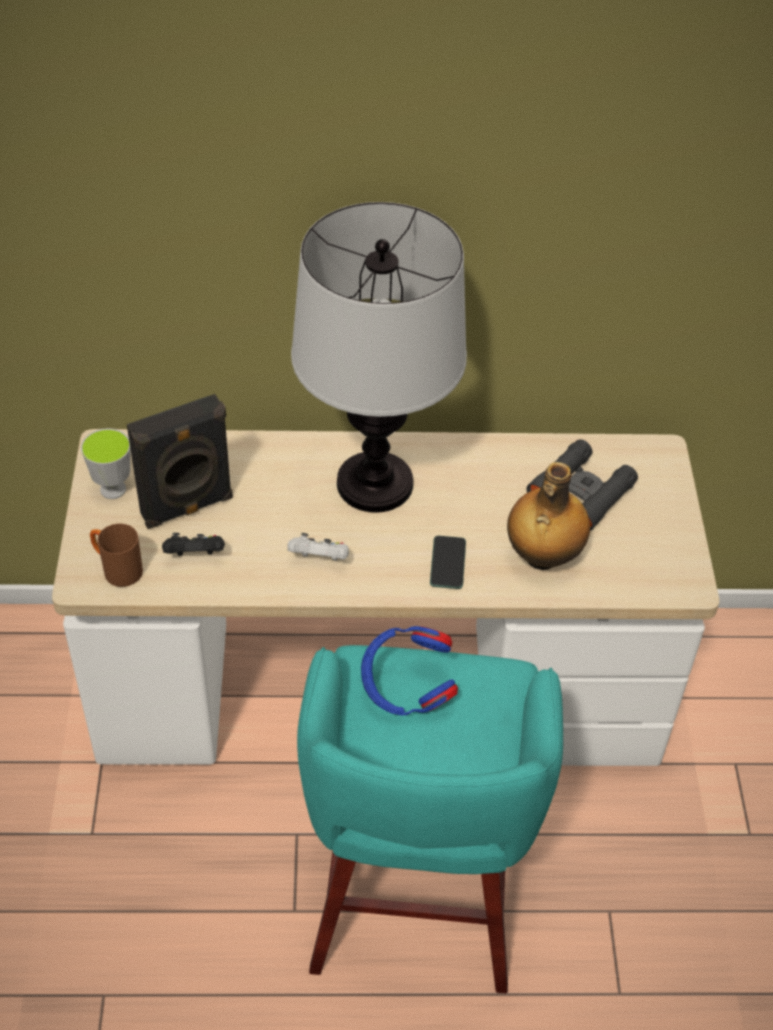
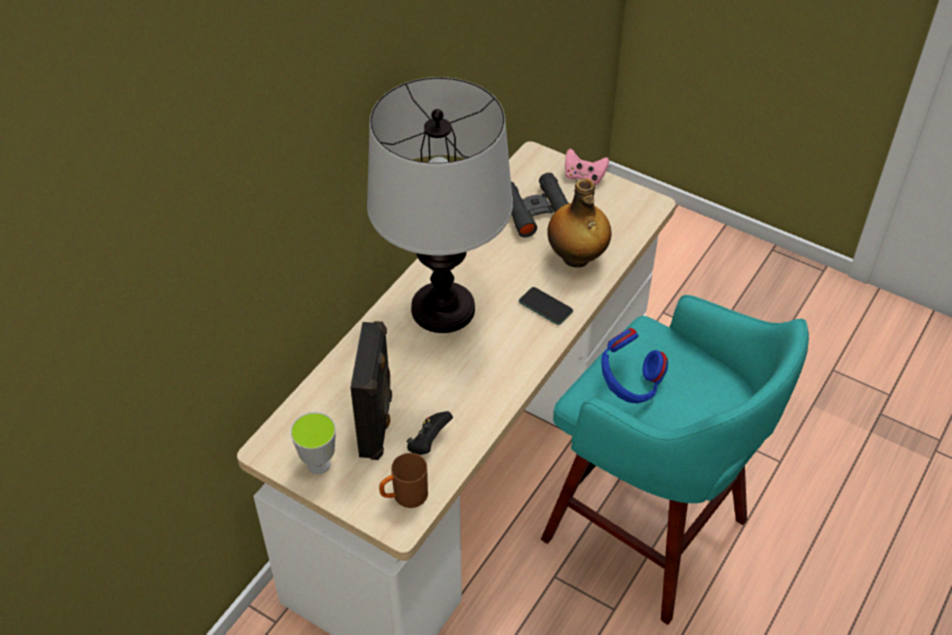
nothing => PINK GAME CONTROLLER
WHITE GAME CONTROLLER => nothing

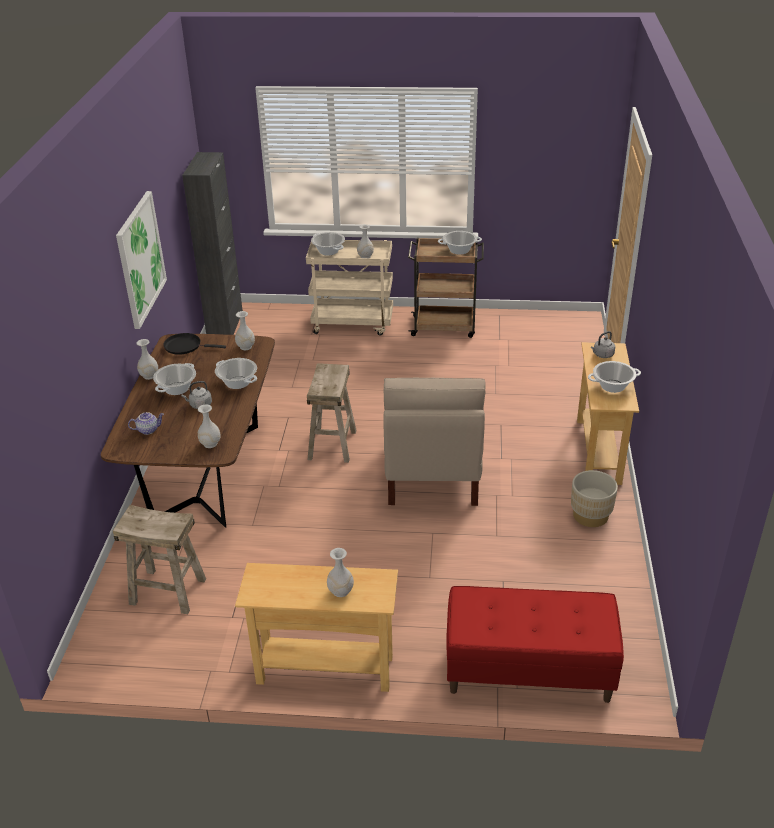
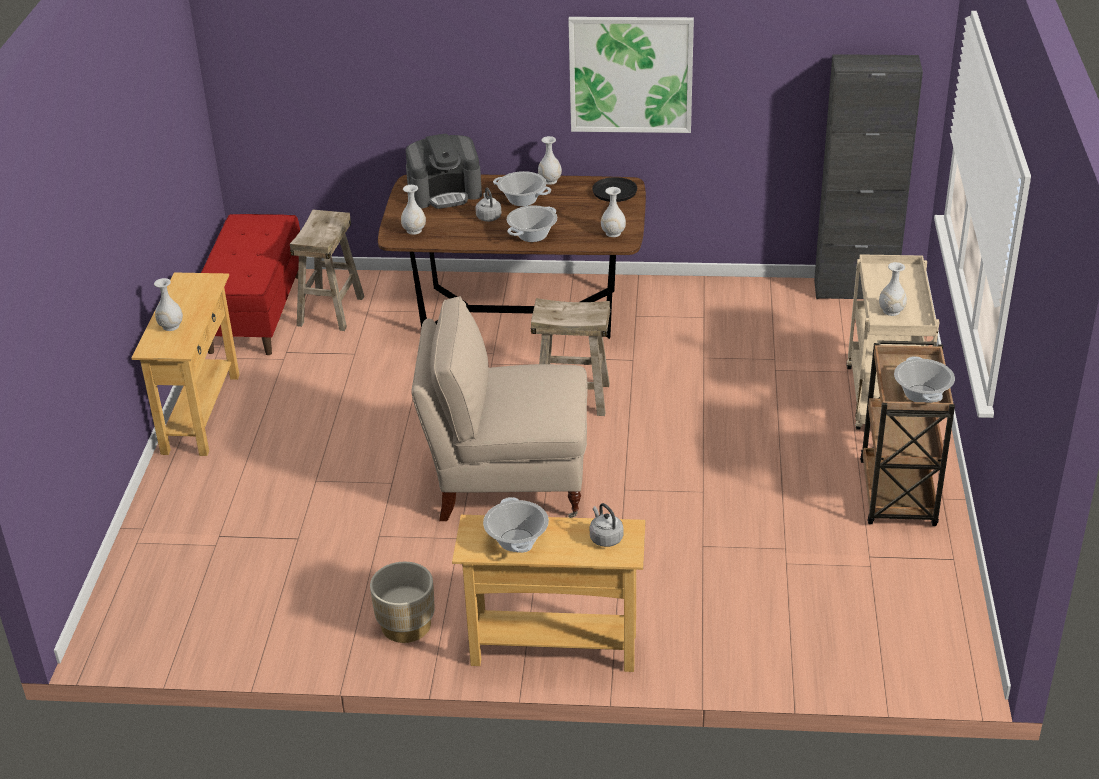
RED BENCH, relocated
TEAPOT => COFFEE MACHINE
COOKING POT (no. 3 from left) => nothing

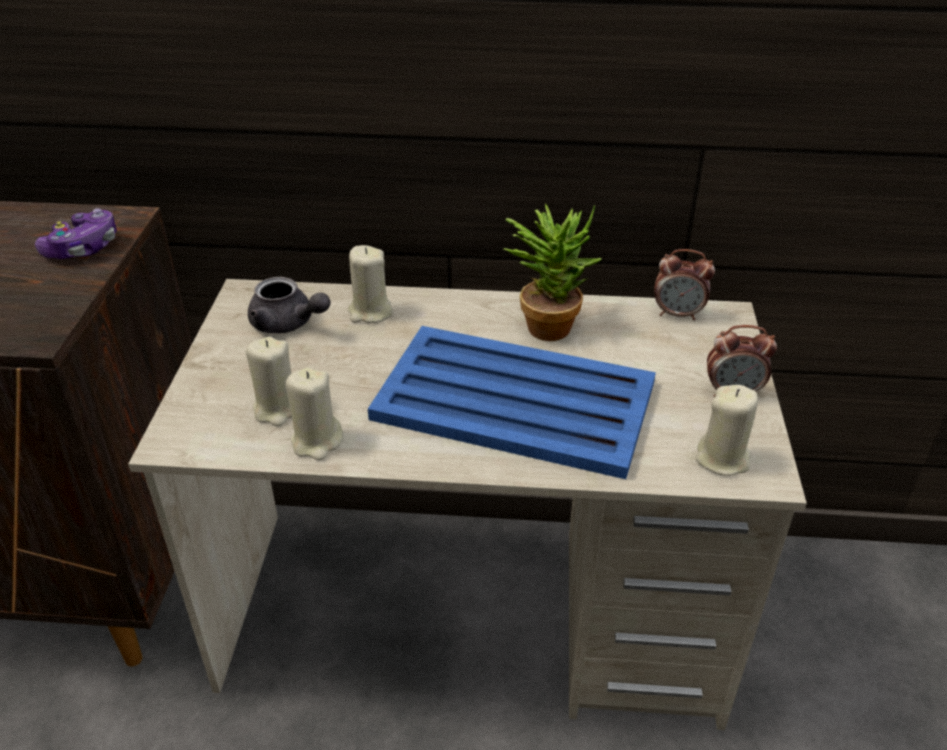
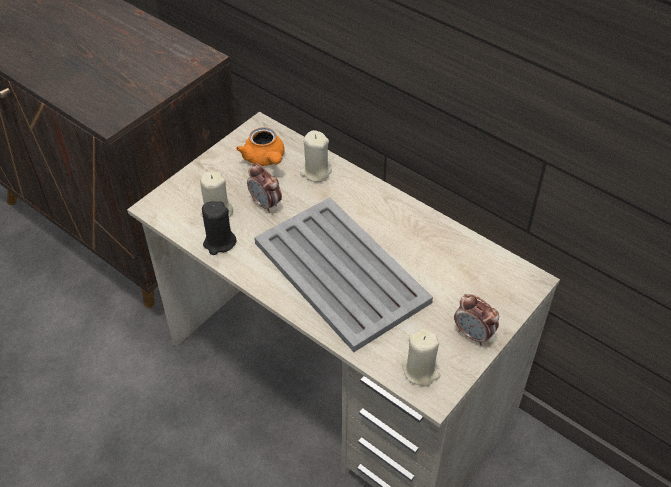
BEIGE CANDLE (no. 2 from left) => BLACK CANDLE
GREY TEAPOT => ORANGE TEAPOT
ALARM CLOCK (no. 1 from left), relocated
BLUE TRAY => GREY TRAY
GAME CONTROLLER => nothing
POTTED PLANT => nothing

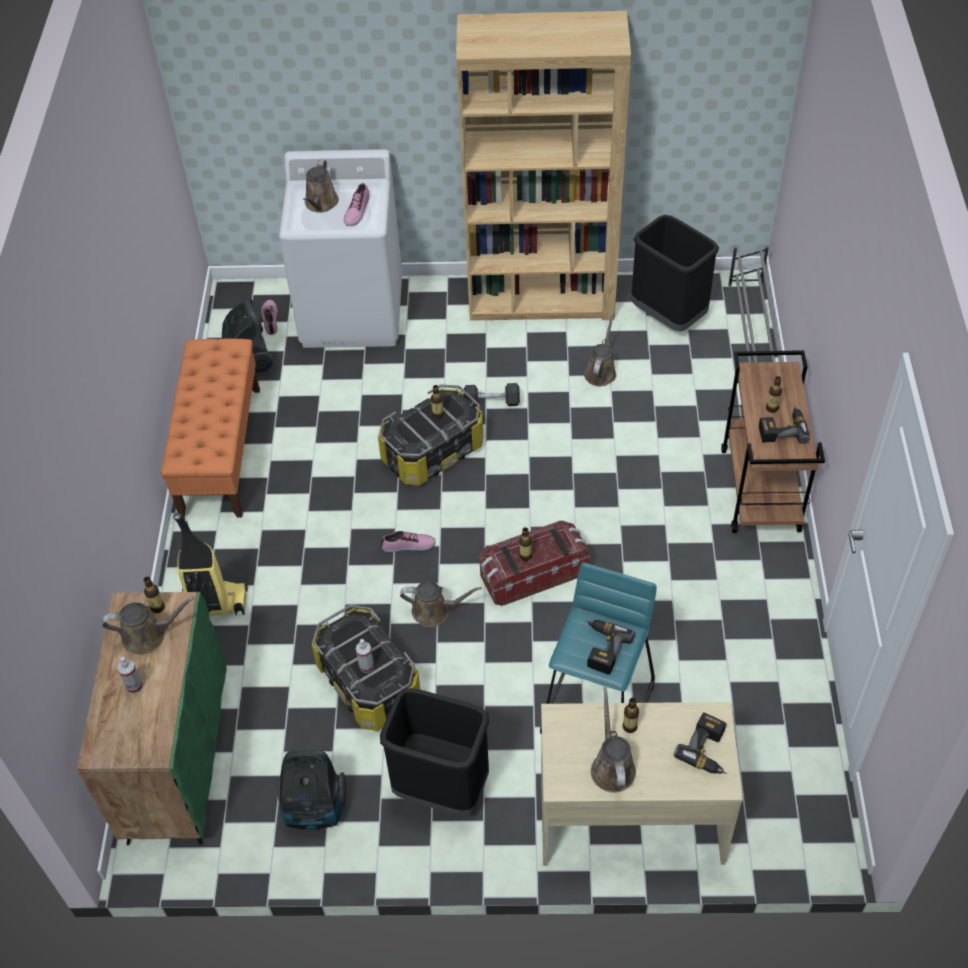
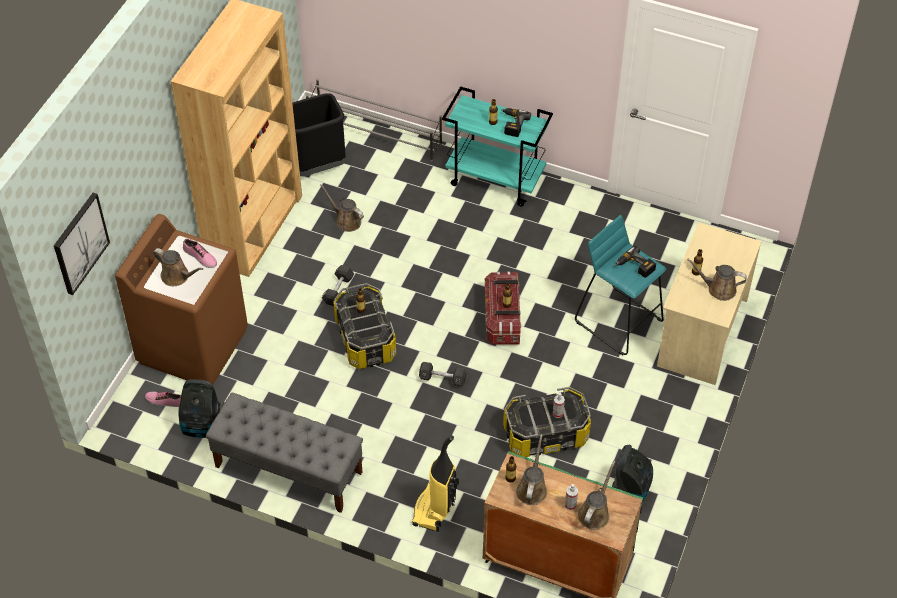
nothing => PICTURE
WHITE WASHING MACHINE => BROWN WASHING MACHINE
ORANGE BENCH => GREY BENCH
SHOE (no. 3 from left) => BLACK DUMBBELL (no. 2 from left)
BROWN CART => TURQUOISE CART
BROWN WATERING CAN (no. 3 from left in the first image) => BROWN WATERING CAN (no. 4 from left), relocated
BLACK TRASH CAN (no. 1 from left) => nothing
POWER DRILL (no. 2 from left) => nothing

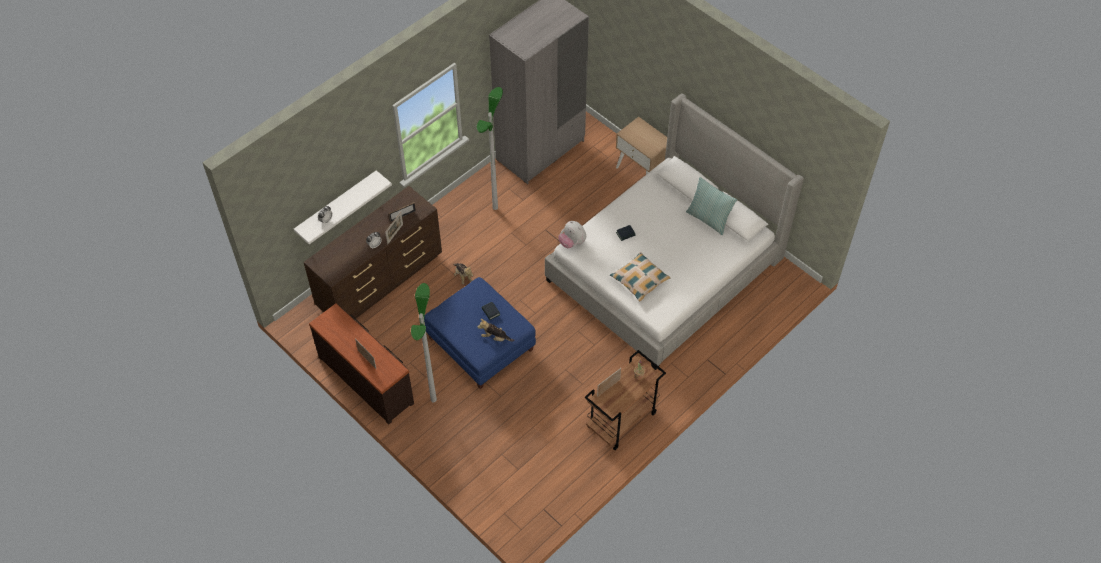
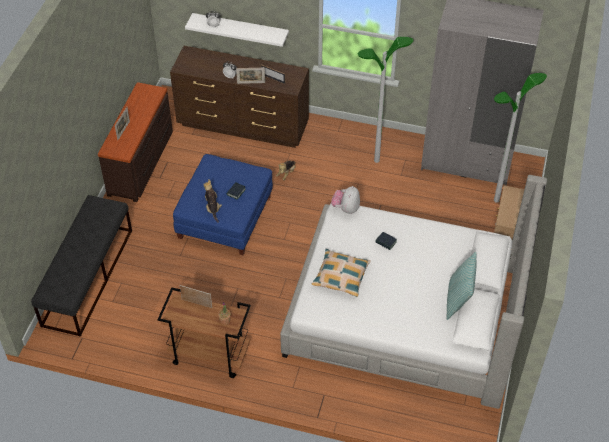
nothing => BLACK BENCH
FLOOR LAMP (no. 1 from left in the first image) => FLOOR LAMP (no. 2 from left), relocated

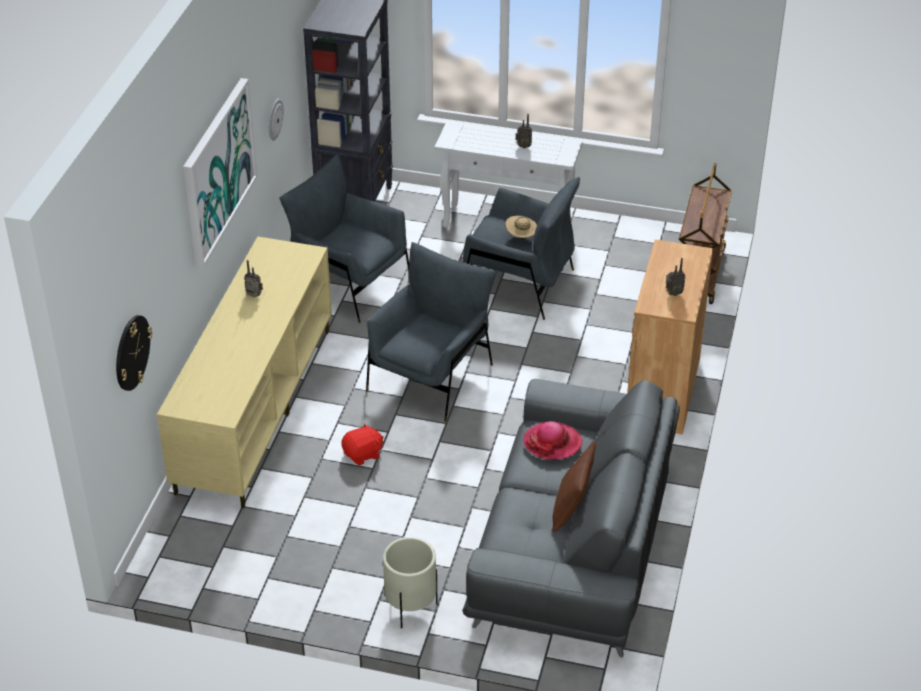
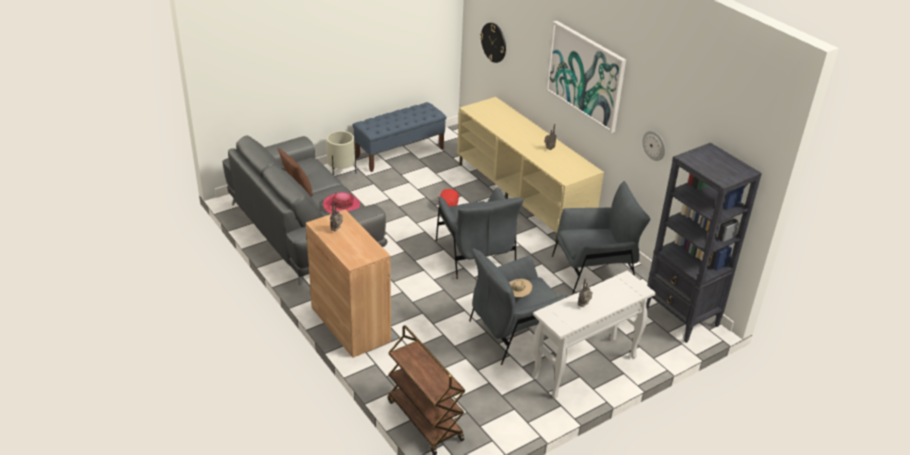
nothing => BLUE BENCH

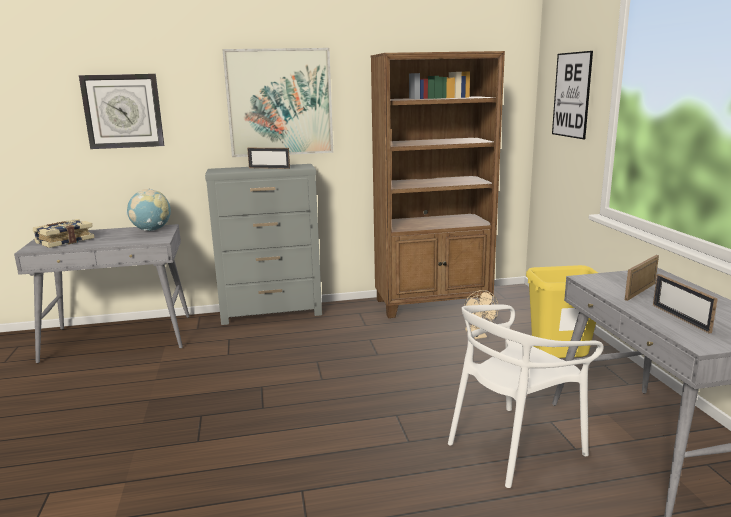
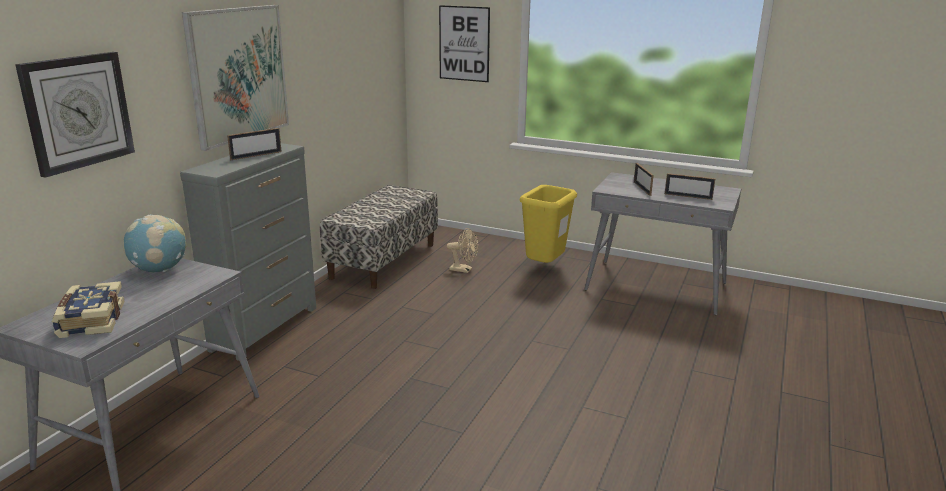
BROWN BOOKCASE => BENCH
WHITE CHAIR => nothing

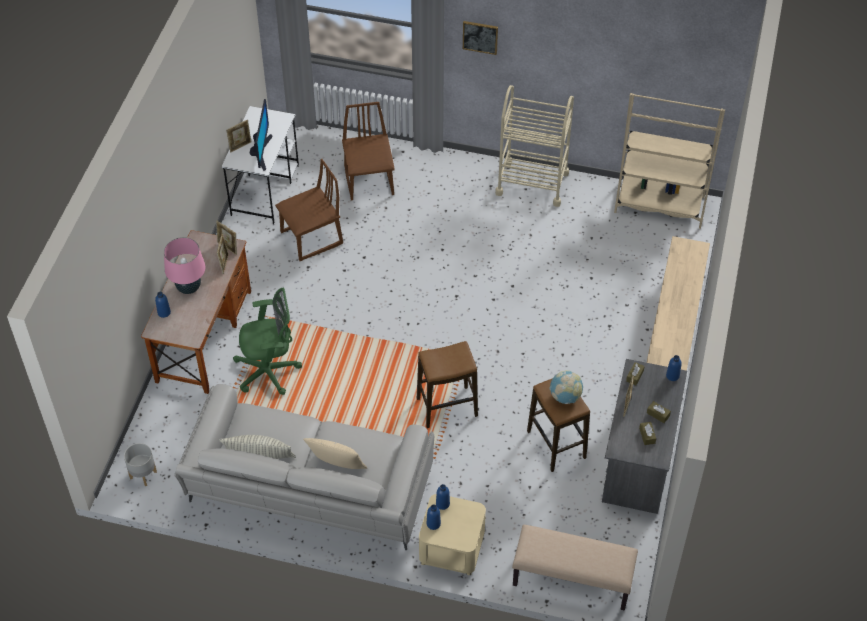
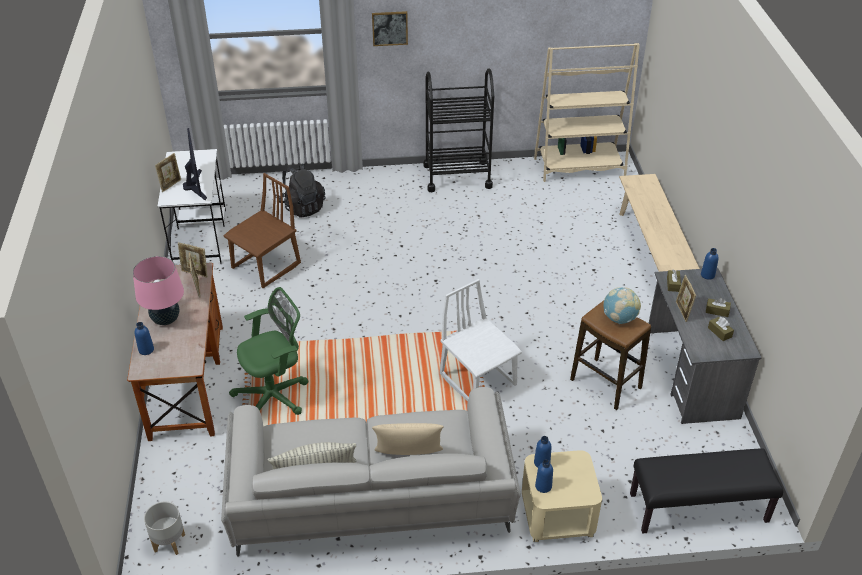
BROWN CHAIR (no. 2 from left) => BLACK BACKPACK
BEIGE CART => BLACK CART
STOOL (no. 1 from left) => WHITE CHAIR
BEIGE BENCH (no. 1 from left) => BLACK BENCH

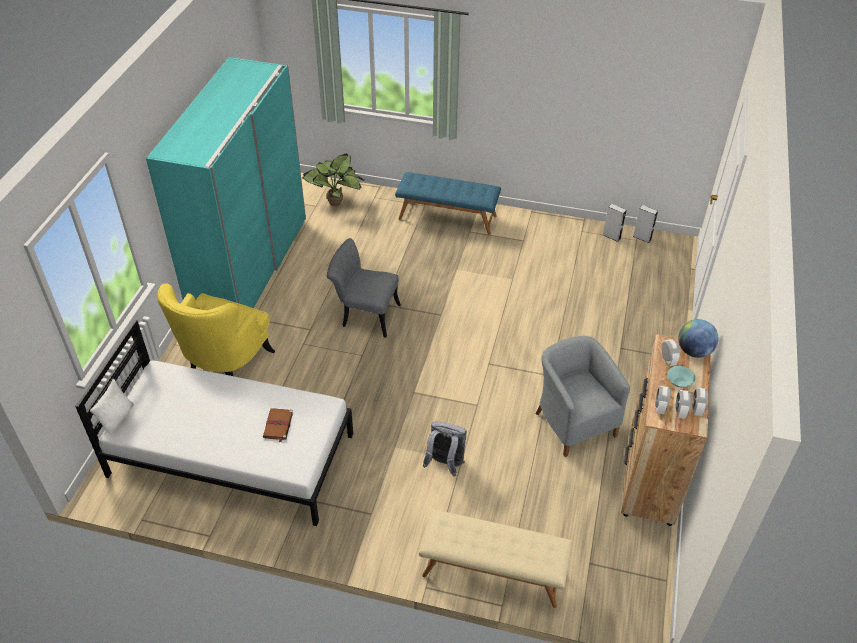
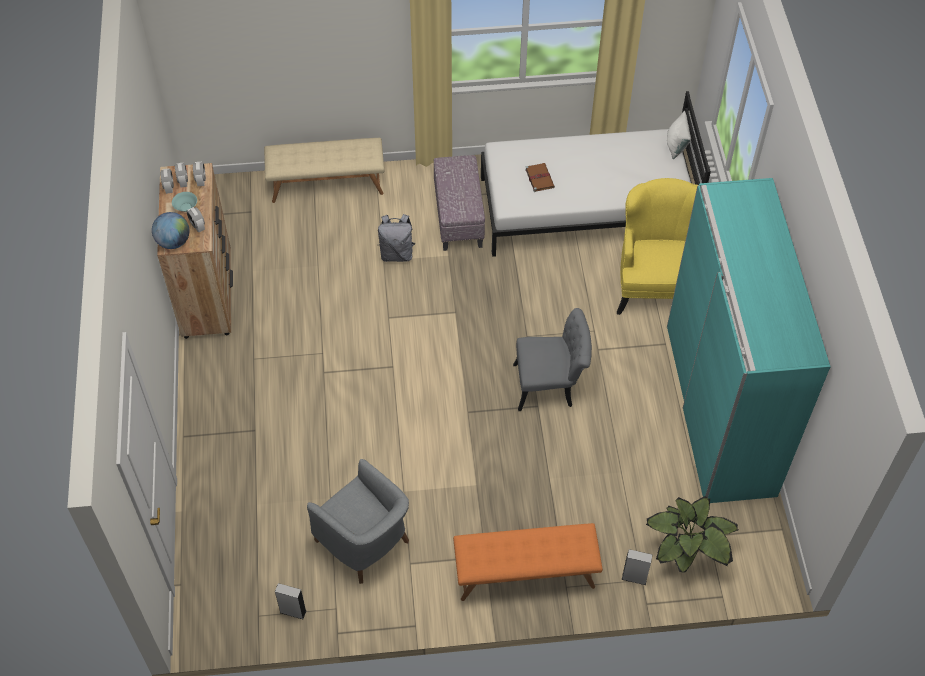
GREY ARMCHAIR, relocated
nothing => OTTOMAN
BLUE BENCH => ORANGE BENCH
GREY SPEAKER (no. 2 from left), relocated

